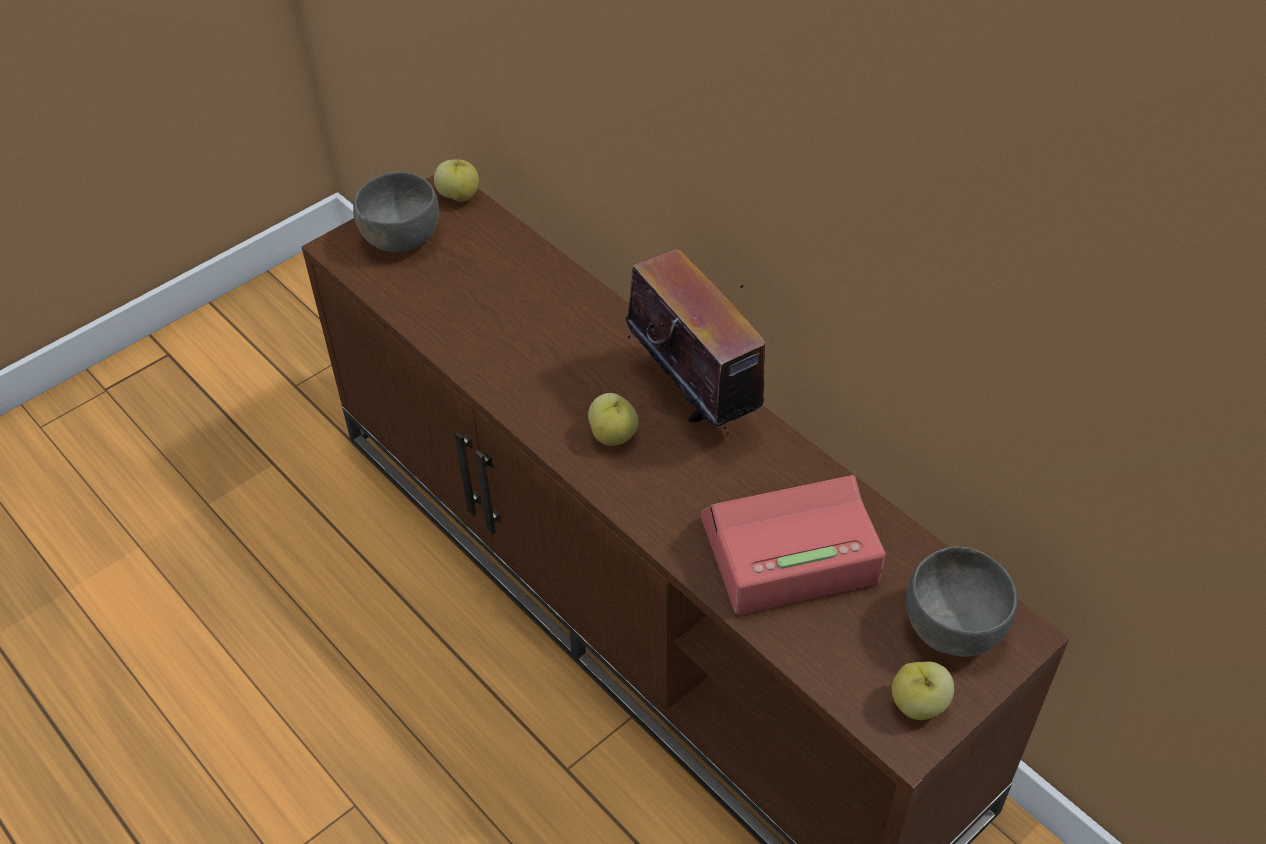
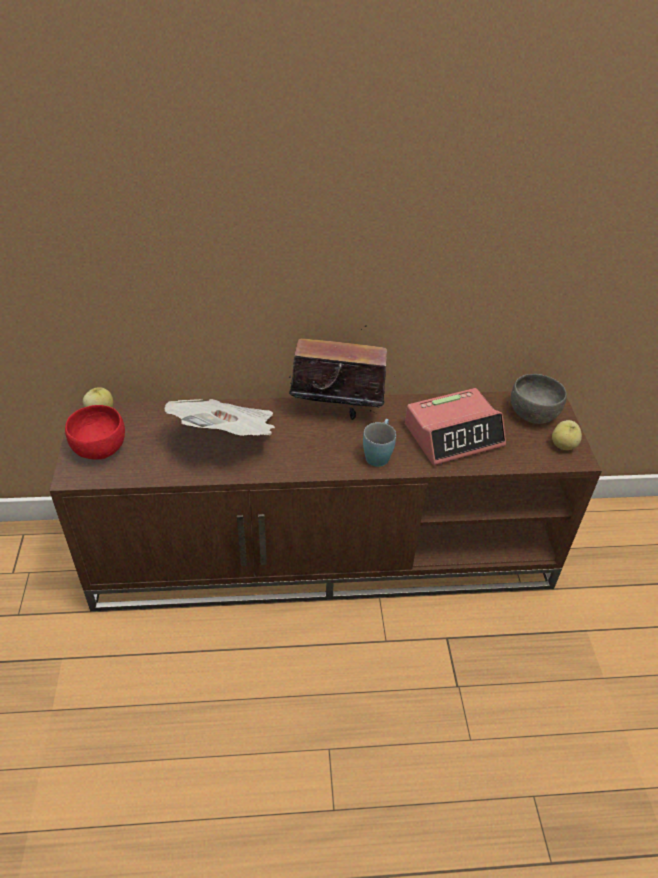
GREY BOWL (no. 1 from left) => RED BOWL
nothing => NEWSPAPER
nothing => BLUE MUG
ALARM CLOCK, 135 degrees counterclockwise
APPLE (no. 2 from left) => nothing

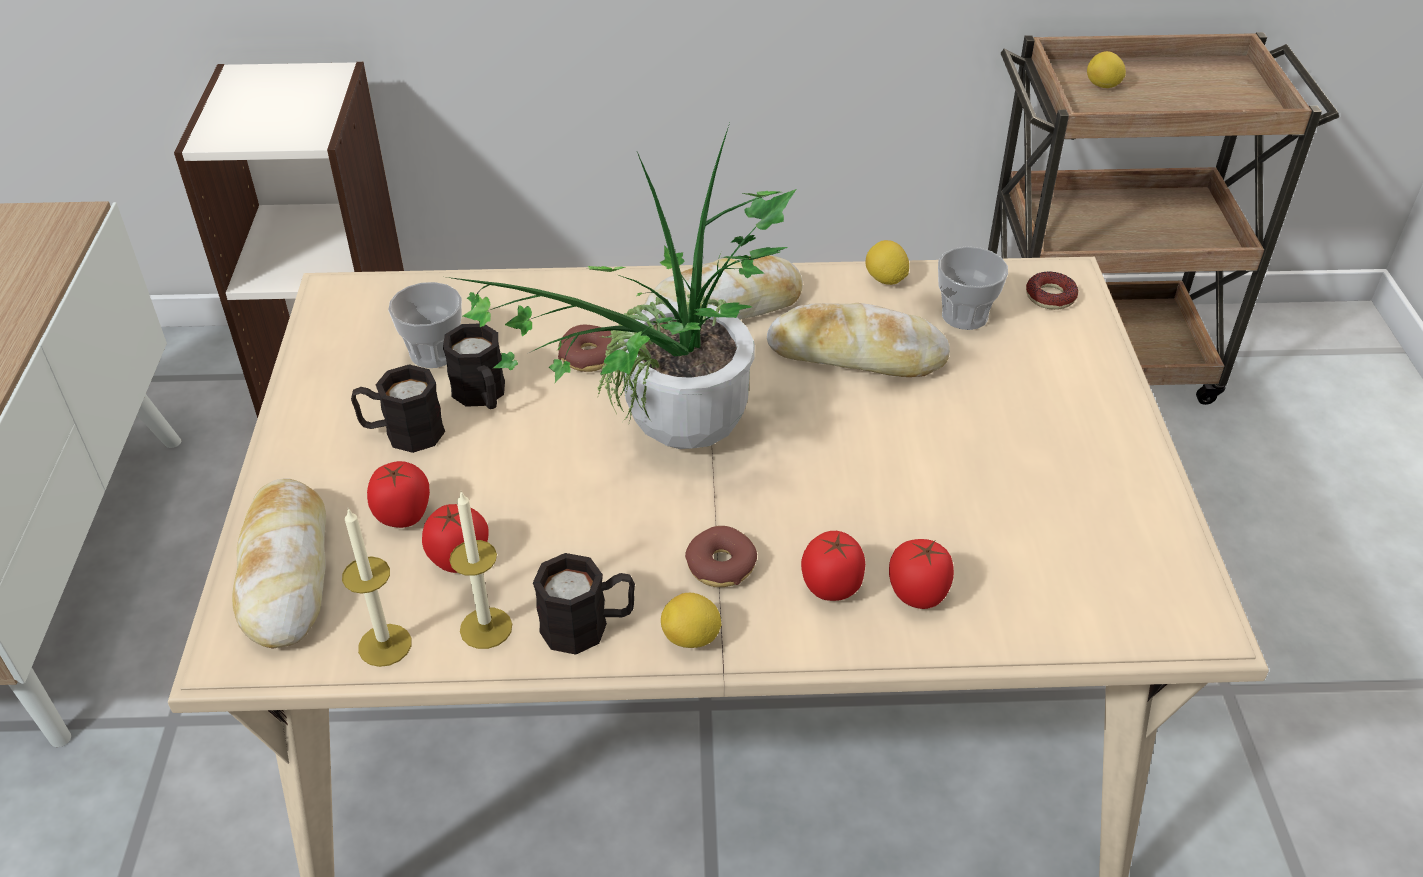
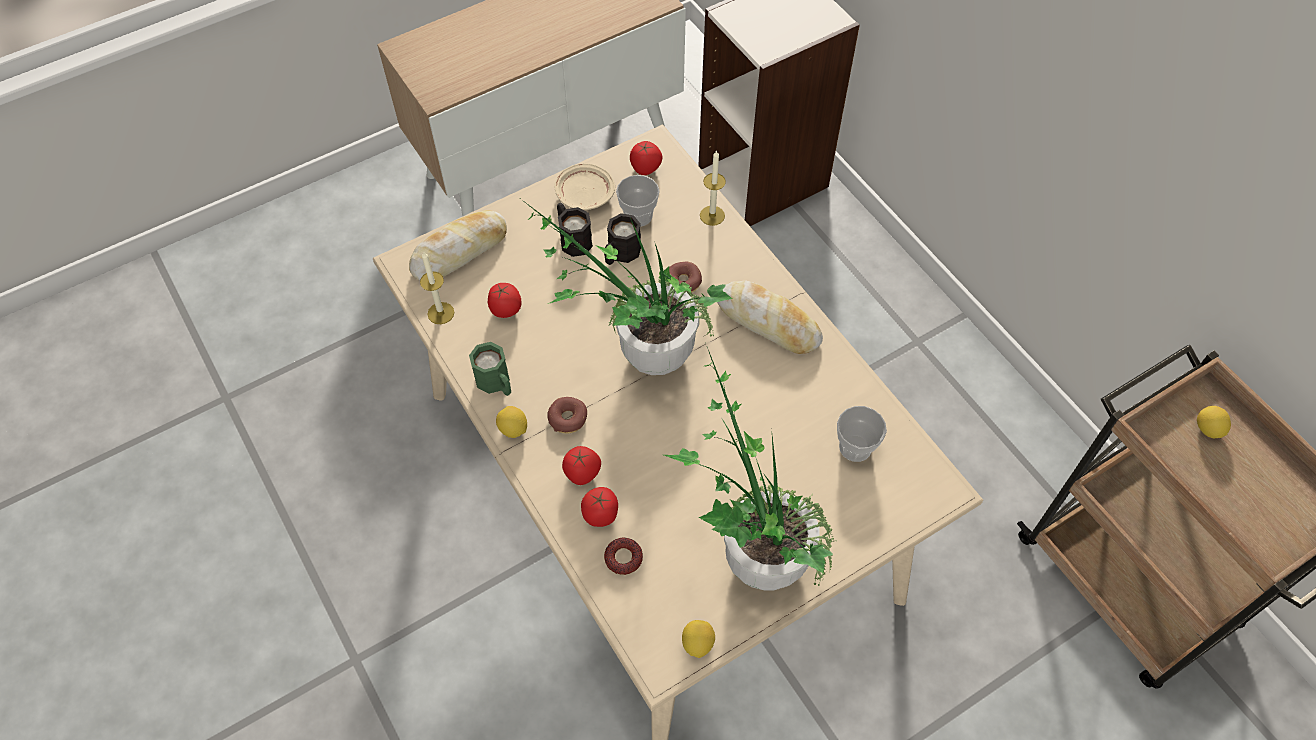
BLACK MUG (no. 3 from left) => GREEN MUG
nothing => BEIGE PLATE
DONUT (no. 3 from left in the first image) => DONUT (no. 2 from left), relocated
TOMATO (no. 1 from left in the first image) => TOMATO (no. 4 from left), relocated
nothing => POTTED PLANT (no. 2 from left)
LEMON (no. 2 from left), relocated
CANDLE (no. 2 from left), relocated
BREAD (no. 3 from left) => nothing

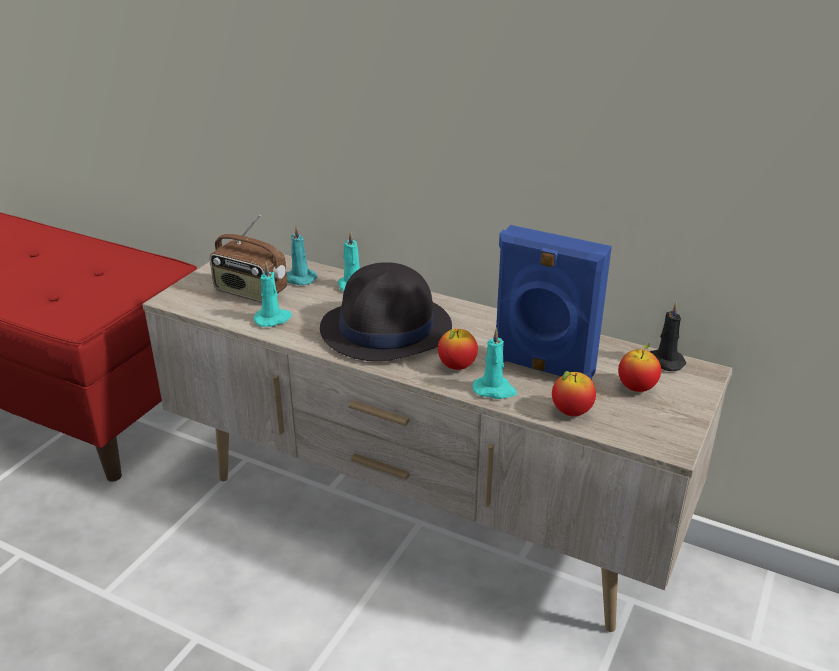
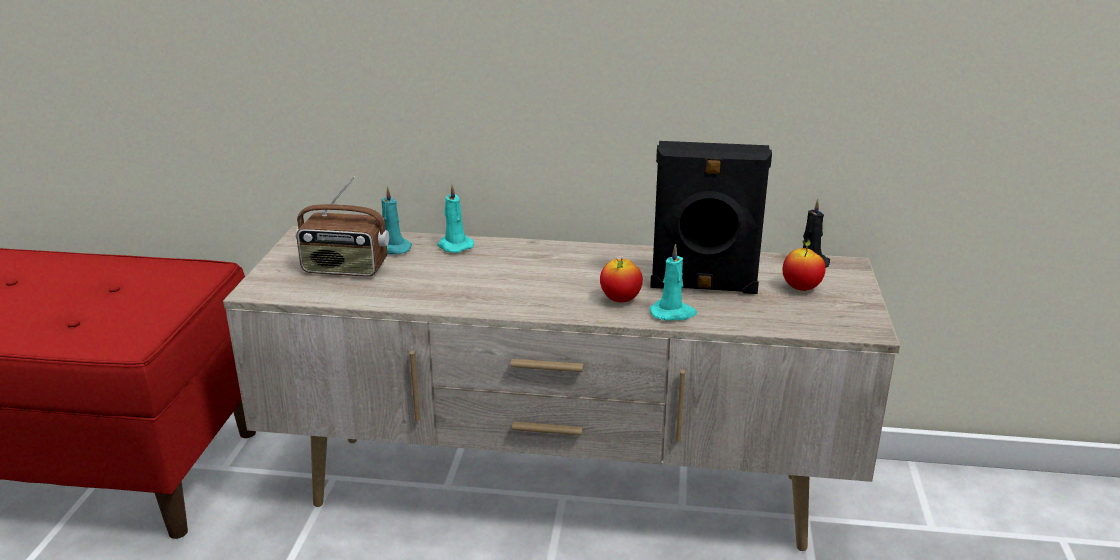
BLUE SPEAKER => BLACK SPEAKER
TURQUOISE CANDLE (no. 1 from left) => nothing
BLACK HAT => nothing
APPLE (no. 2 from left) => nothing

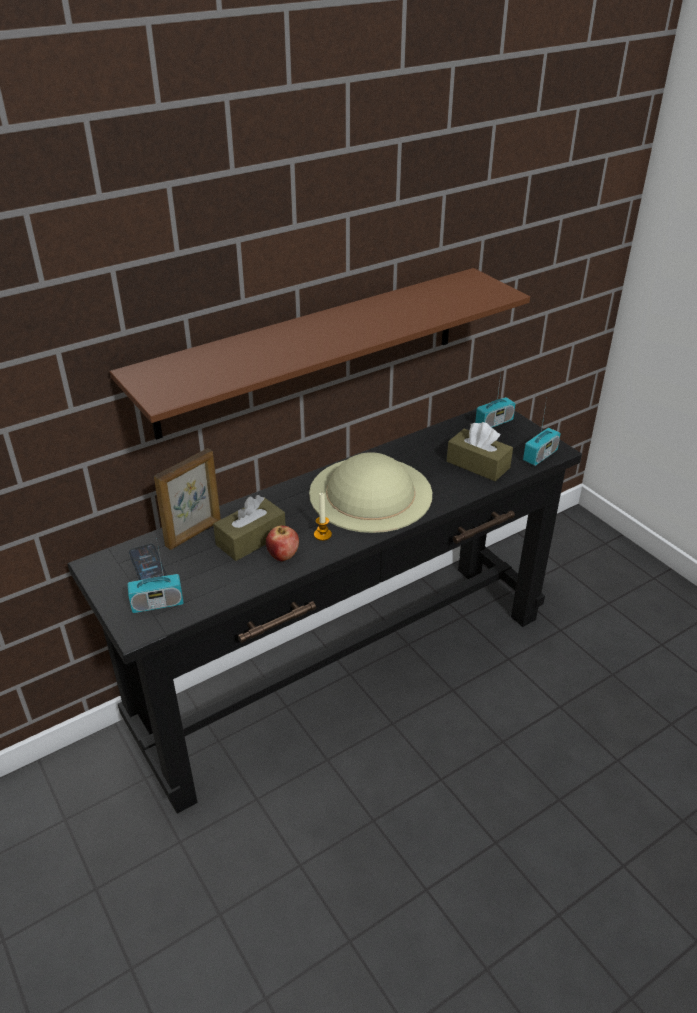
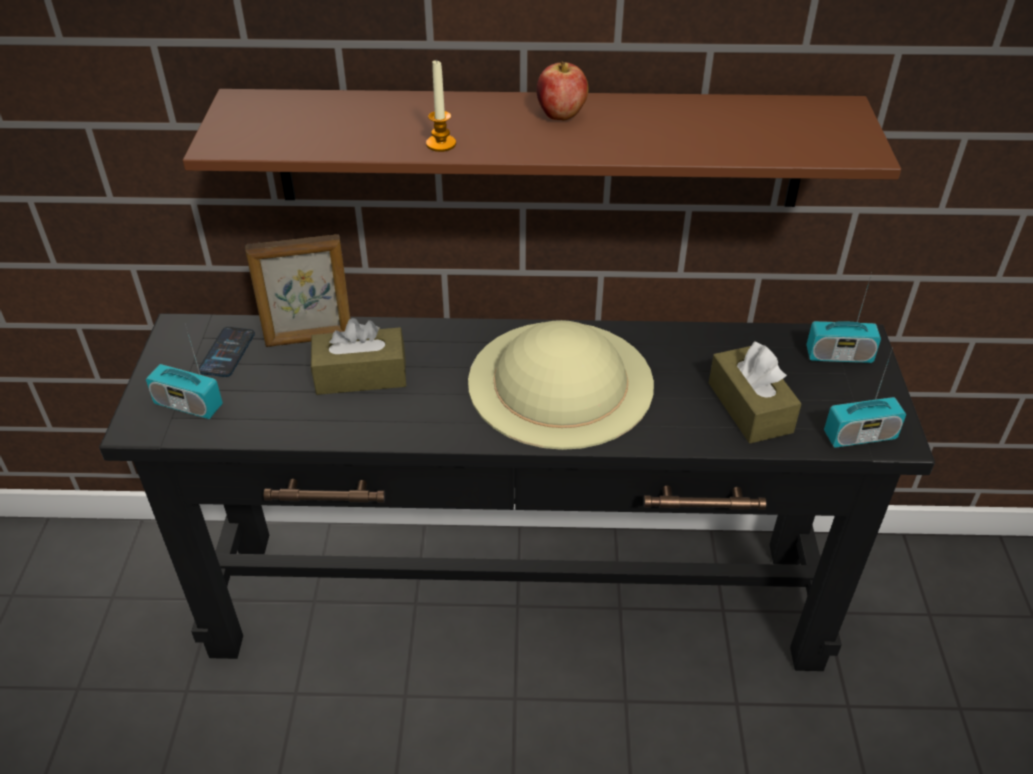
CANDLE, relocated
APPLE, relocated

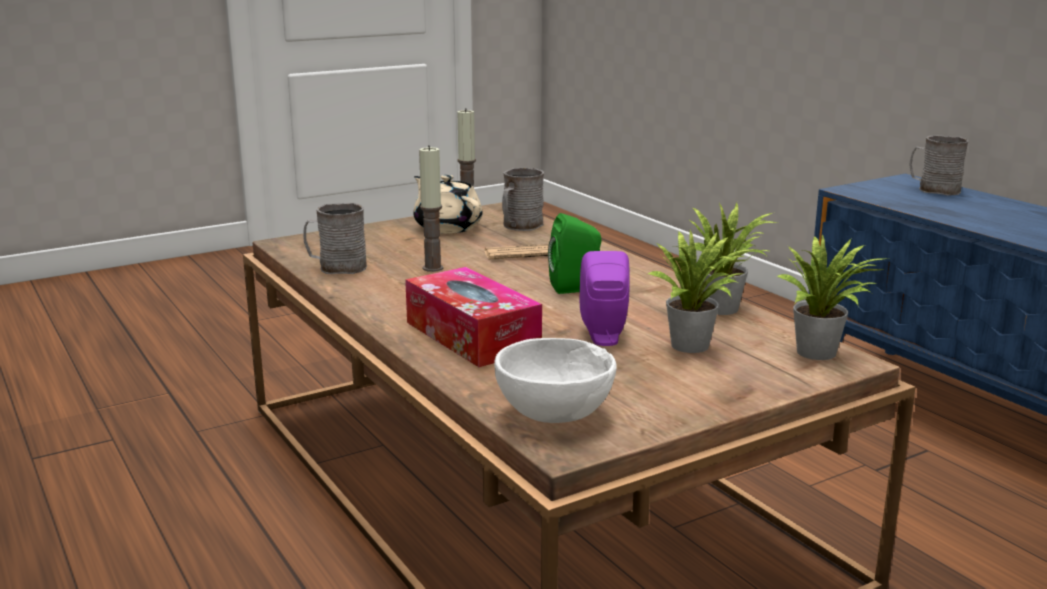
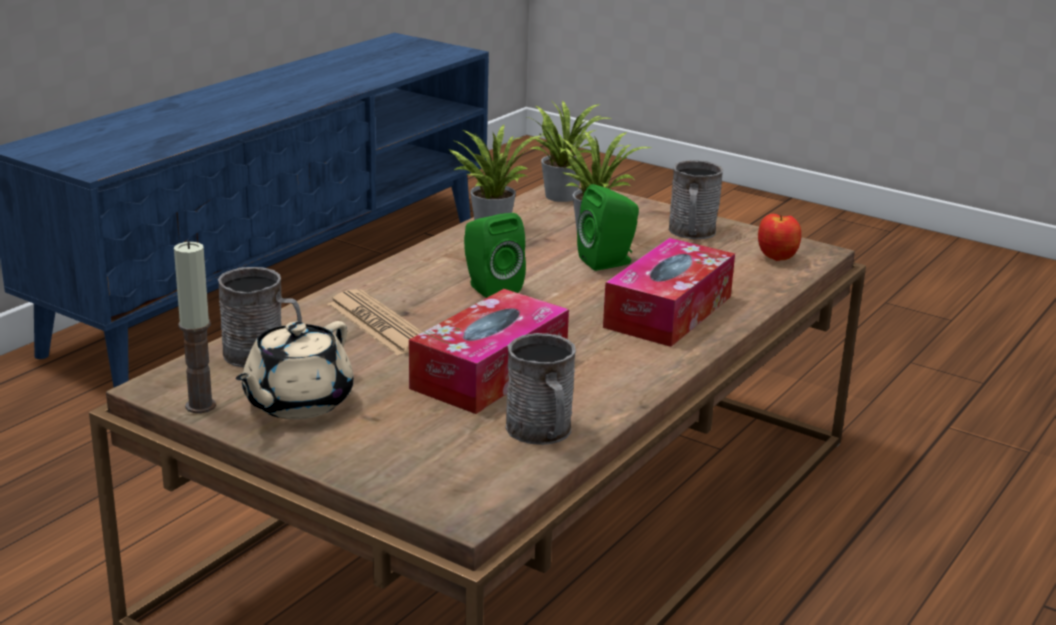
CANDLE (no. 1 from left) => TISSUE BOX (no. 1 from left)
PURPLE SPEAKER => GREEN SPEAKER (no. 2 from left)
GREY MUG (no. 3 from left), relocated
WHITE BOWL => APPLE

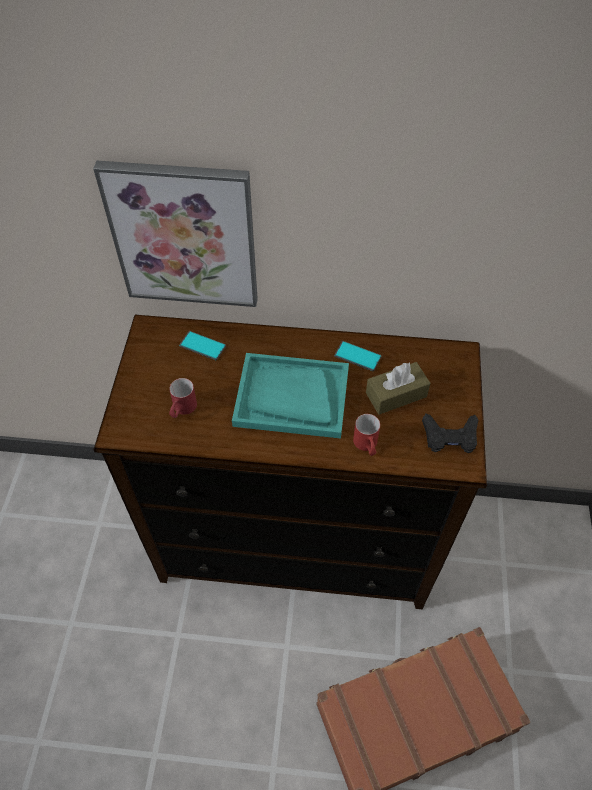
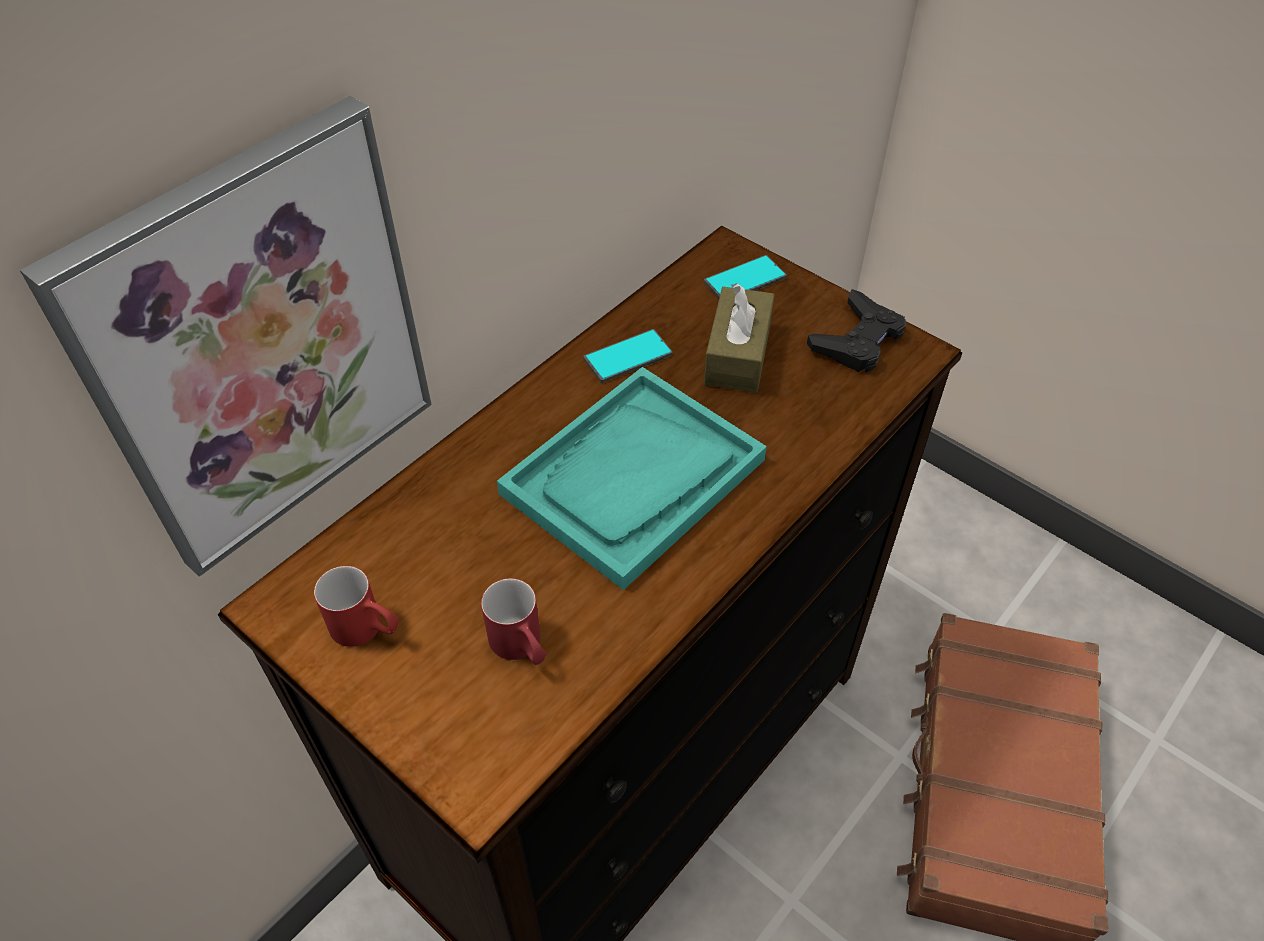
RED MUG (no. 2 from left in the first image) => RED MUG (no. 1 from left), relocated
PHONE (no. 1 from left in the first image) => PHONE (no. 2 from left), relocated

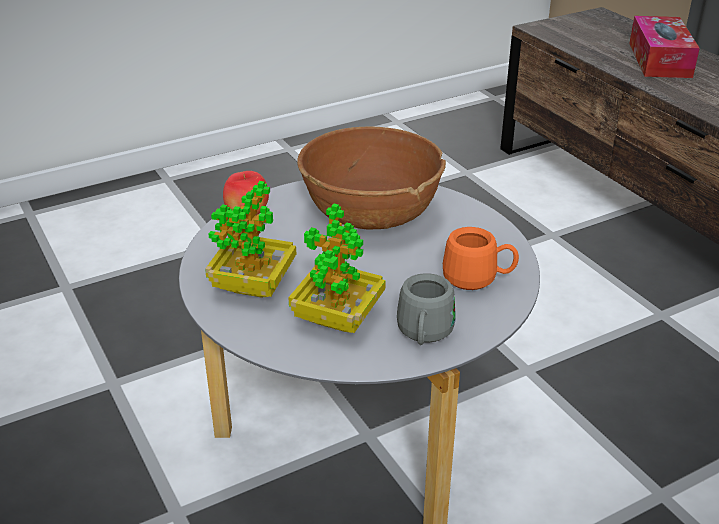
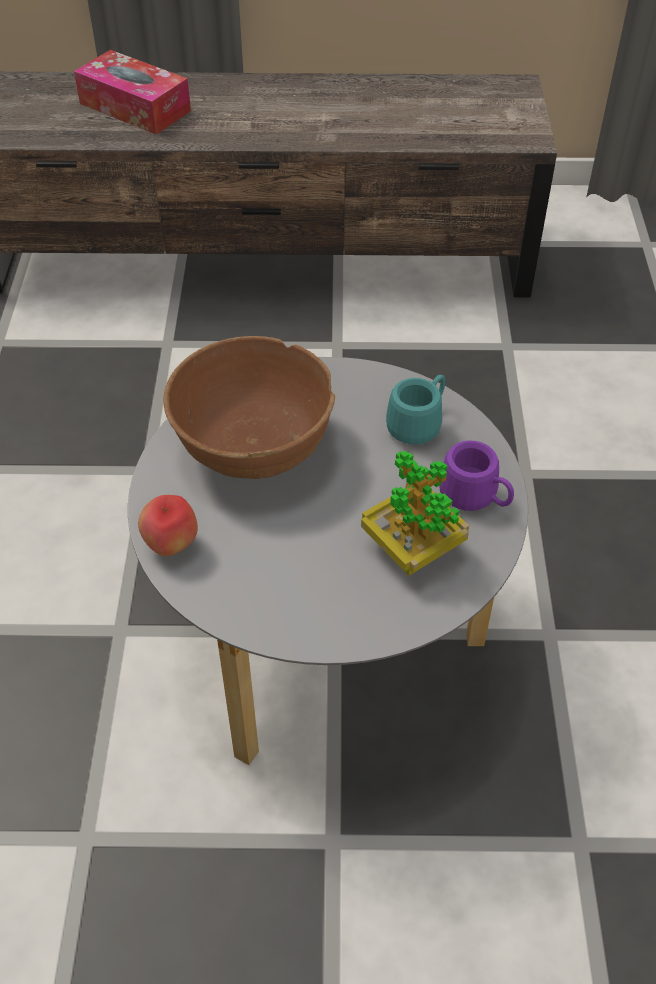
ORANGE MUG => TURQUOISE MUG
GREY MUG => PURPLE MUG
POTTED PLANT (no. 1 from left) => nothing

